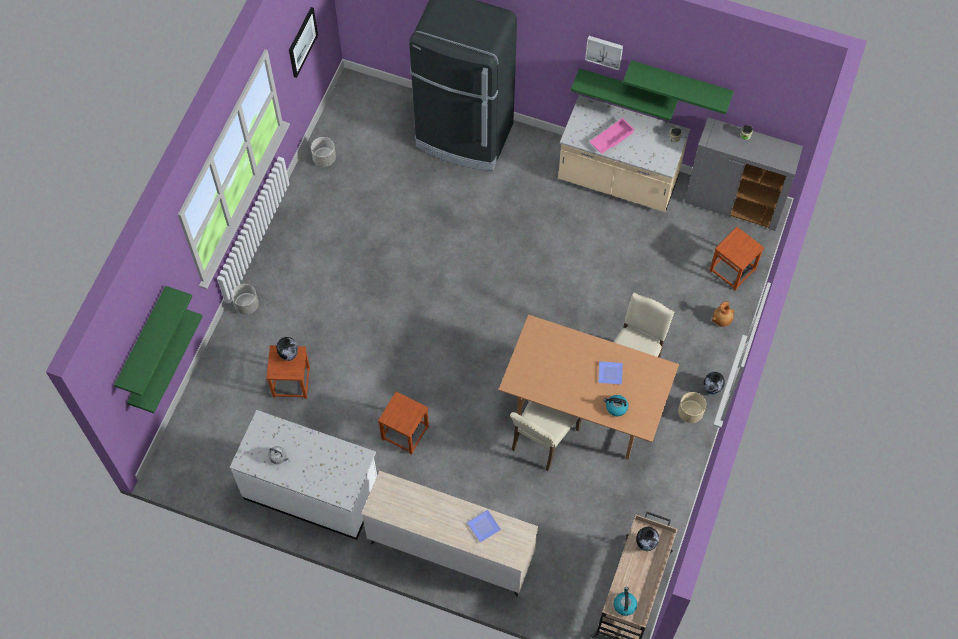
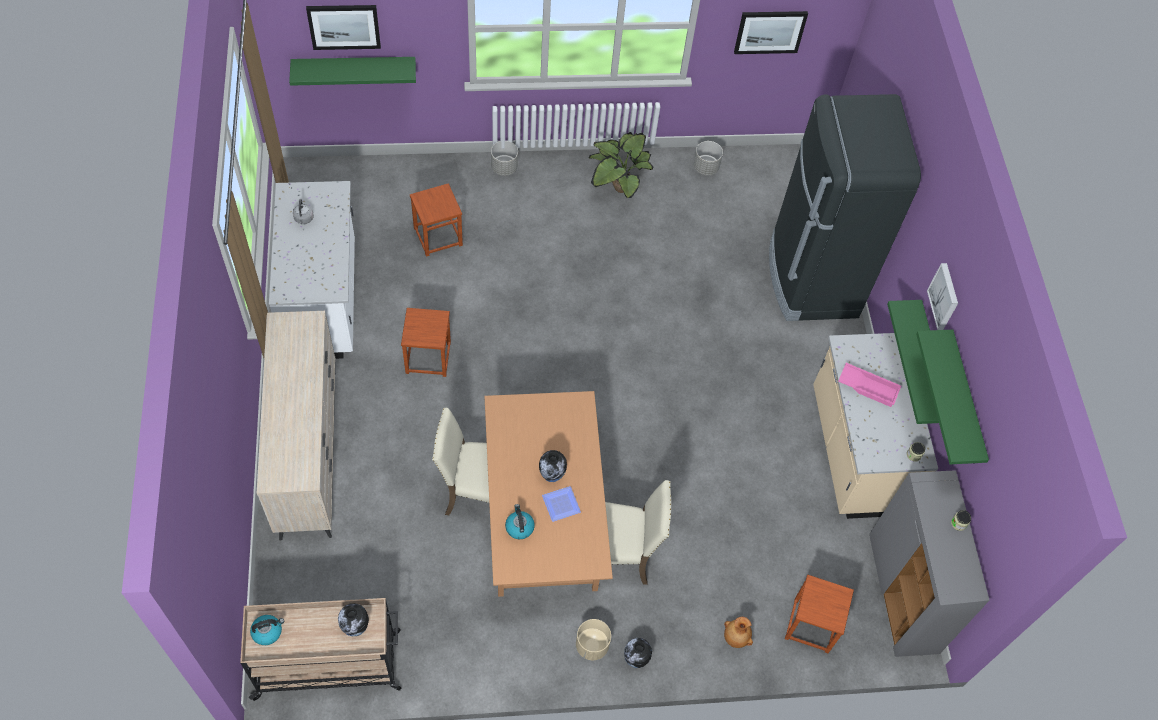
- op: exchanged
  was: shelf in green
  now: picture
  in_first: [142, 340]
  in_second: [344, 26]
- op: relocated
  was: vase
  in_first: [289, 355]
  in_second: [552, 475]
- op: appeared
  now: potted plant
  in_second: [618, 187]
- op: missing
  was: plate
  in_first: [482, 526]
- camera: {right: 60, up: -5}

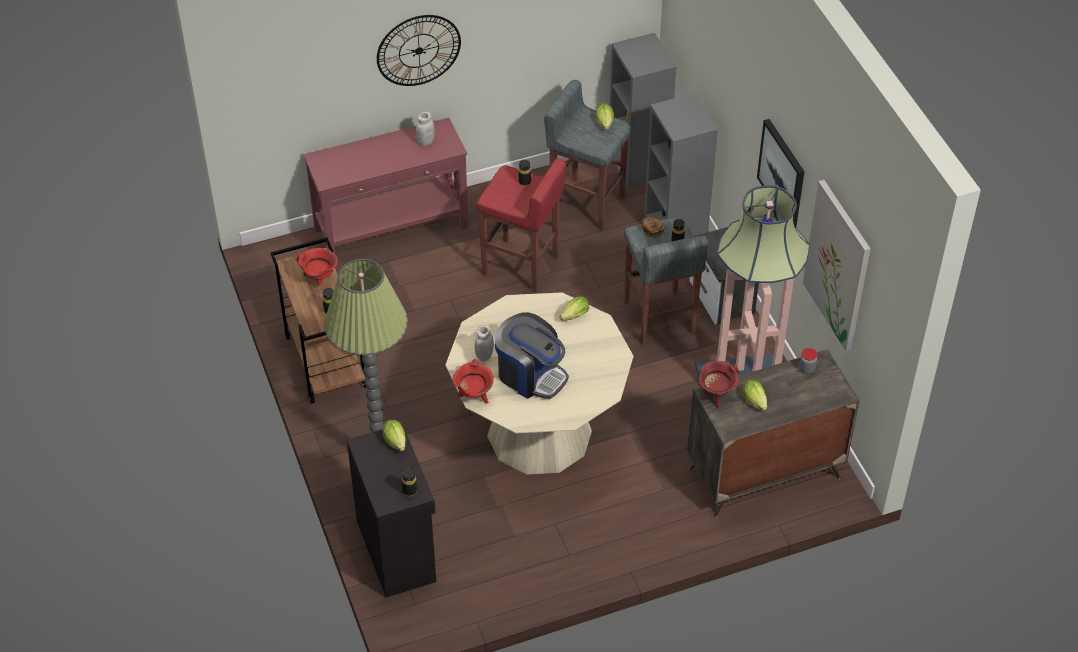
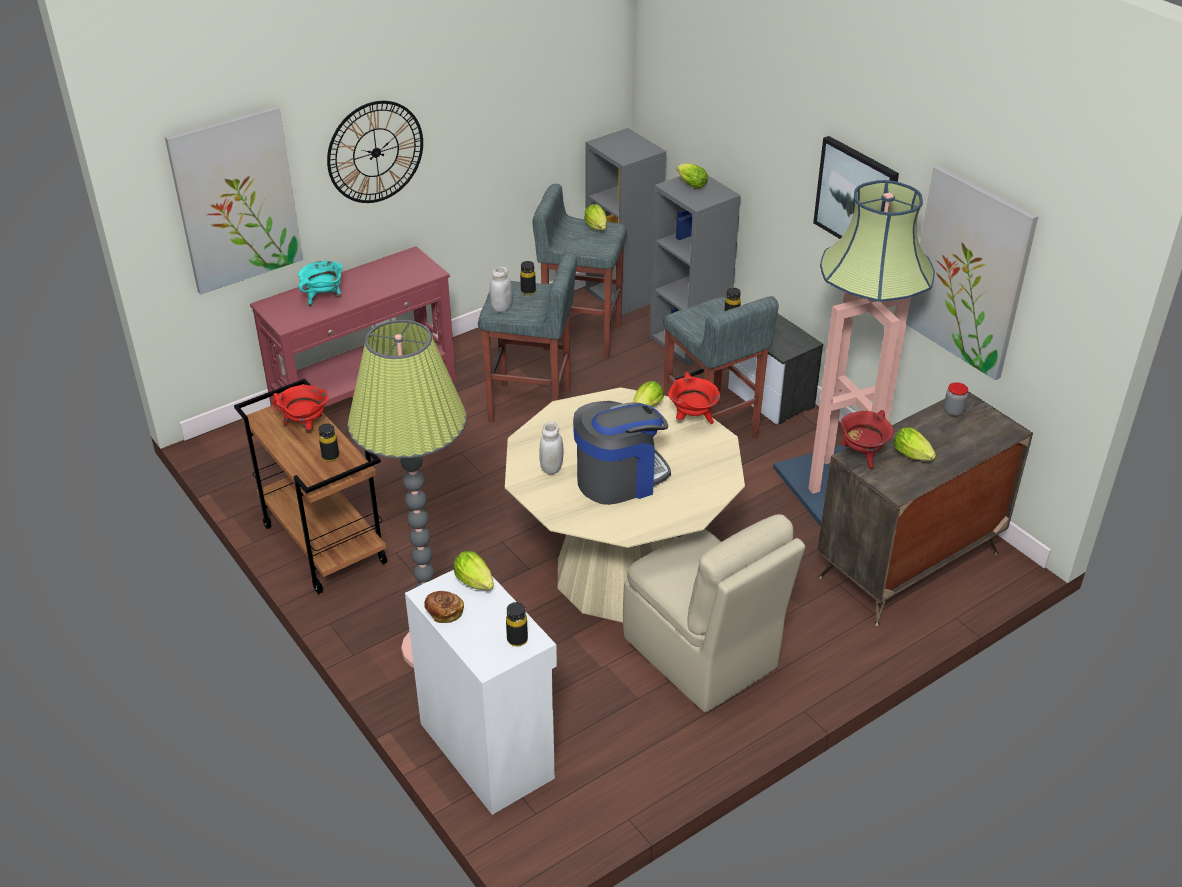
- op: appeared
  now: picture
  in_second: [236, 200]
- op: appeared
  now: cooking pot in turquoise
  in_second: [324, 298]
- op: colour
  was: cabinet in black
  now: cabinet in white
  in_first: [397, 550]
  in_second: [488, 748]
- op: relocated
  was: bread
  in_first: [652, 230]
  in_second: [444, 612]
- op: colour
  was: stool in red
  now: stool in grey
  in_first: [521, 267]
  in_second: [531, 406]
- op: relocated
  was: jar in white
  in_first: [425, 141]
  in_second: [501, 308]
- op: spun
  was: coffee machine
  in_first: [530, 375]
  in_second: [619, 478]
  clockwise: -45
- op: appeared
  now: chair in beige
  in_second: [702, 655]
- op: relocated
  was: cooking pot in red
  in_first: [474, 395]
  in_second: [692, 419]
- op: appeared
  now: lettuce
  in_second: [690, 184]
- camera: {right: -15, up: -10}

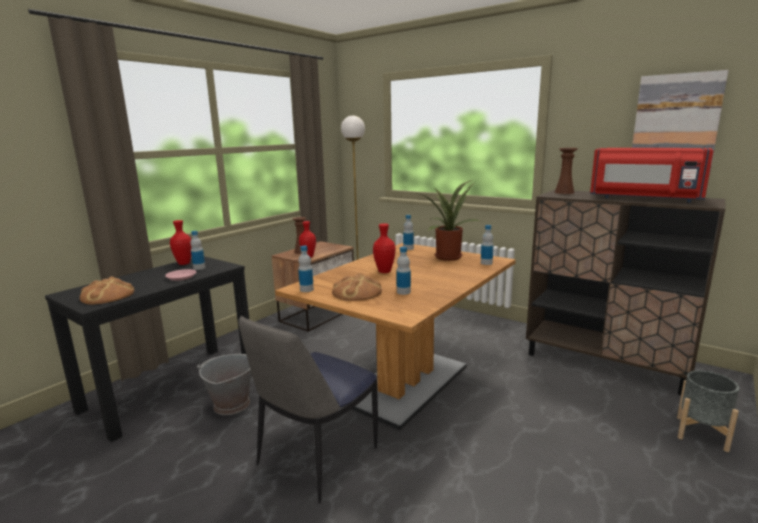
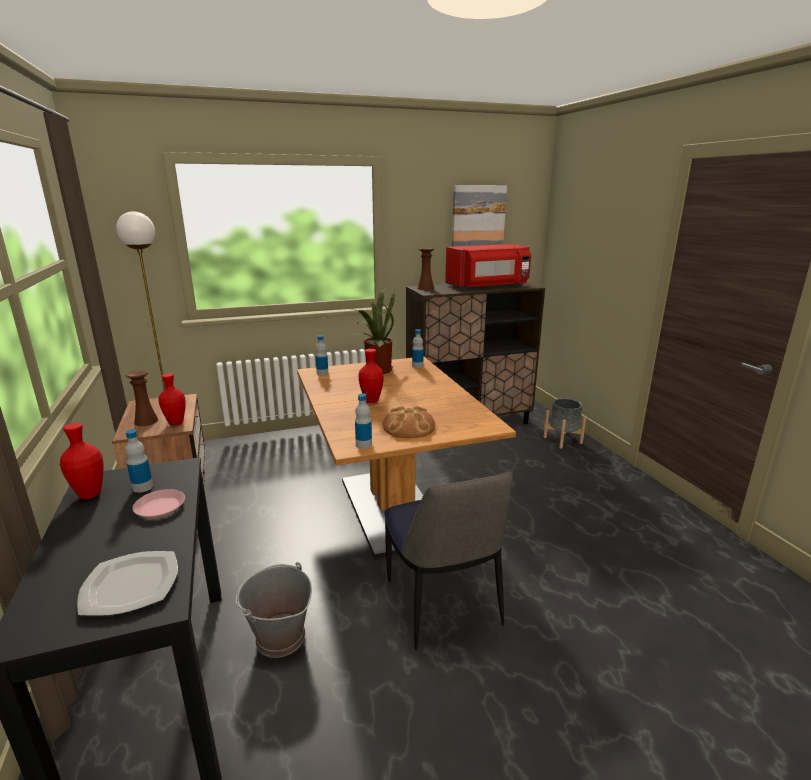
- op: exchanged
  was: bread
  now: plate
  in_first: [108, 295]
  in_second: [132, 584]
- op: missing
  was: bottle
  in_first: [403, 292]
- camera: {right: -55, up: 5}

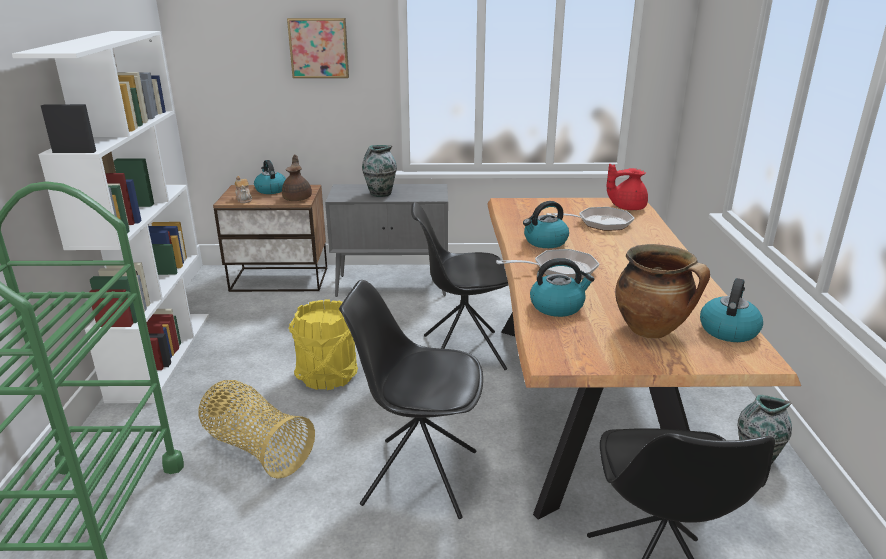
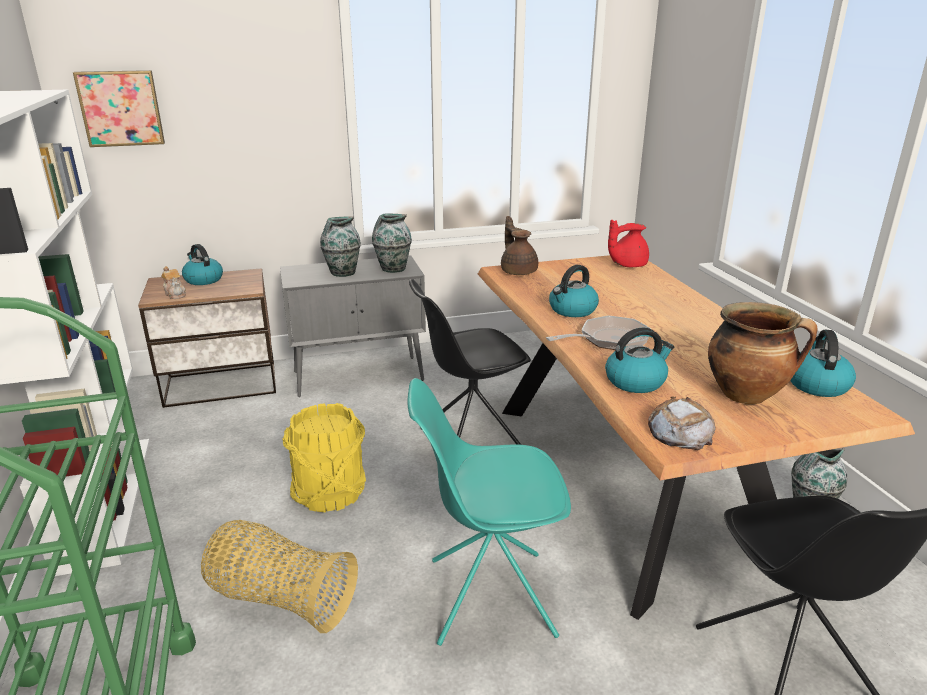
- op: relocated
  was: picture
  in_first: [319, 48]
  in_second: [121, 108]
- op: appeared
  now: vase
  in_second: [392, 269]
- op: colour
  was: chair in black
  now: chair in turquoise
  in_first: [418, 476]
  in_second: [488, 596]
- op: relocated
  was: teapot in brown
  in_first: [298, 198]
  in_second: [518, 271]
- op: appeared
  now: bread
  in_second: [679, 431]
- op: missing
  was: frying pan
  in_first: [600, 223]
- camera: {right: -15, up: 0}

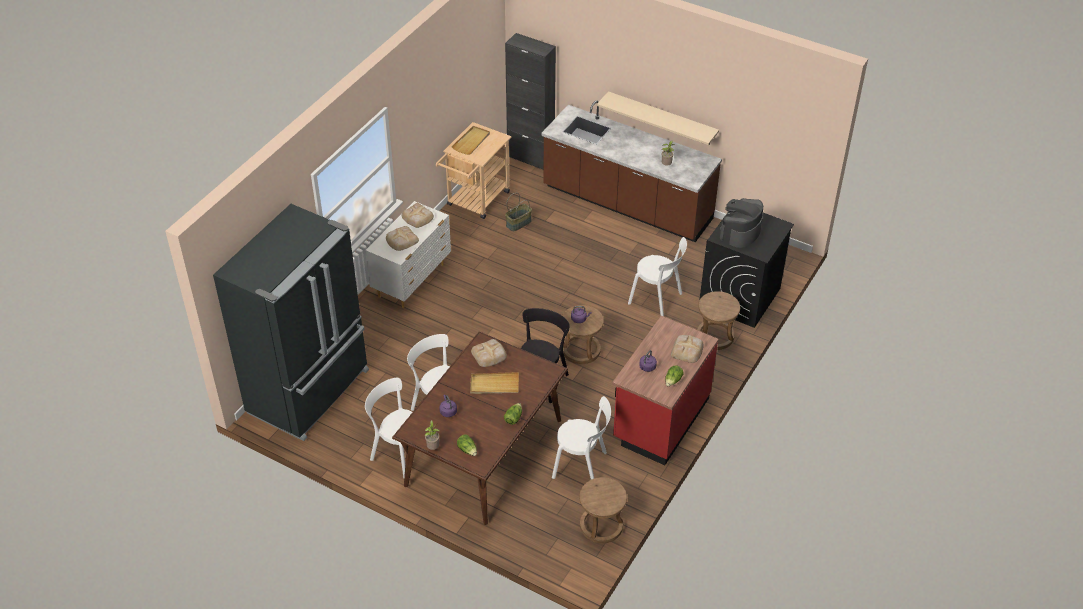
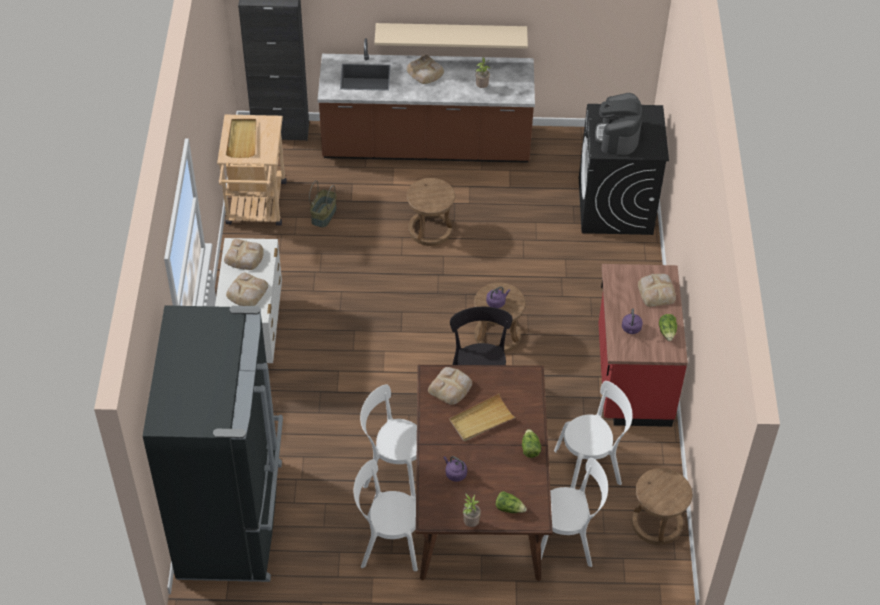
- op: appeared
  now: bread
  in_second: [425, 72]
- op: relocated
  was: stool in brown
  in_first: [715, 336]
  in_second: [430, 230]
- op: relocated
  was: chair in white
  in_first: [657, 299]
  in_second: [567, 540]
- camera: {right: -30, up: 5}

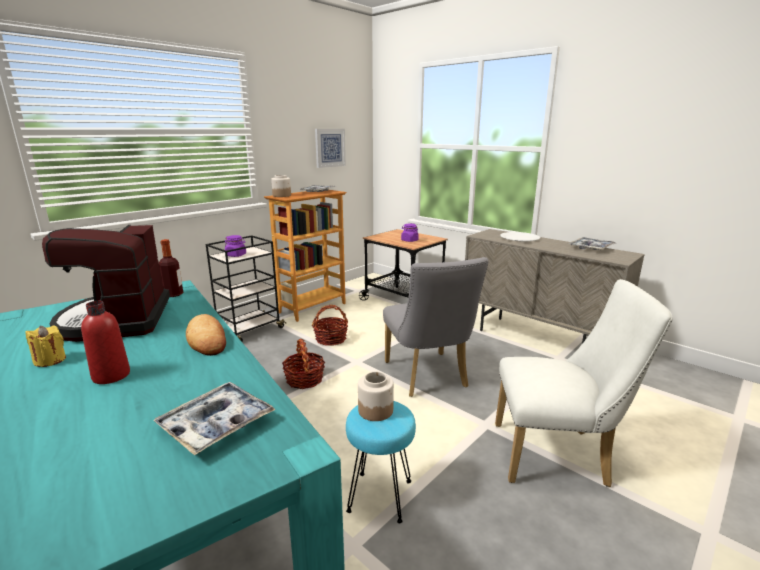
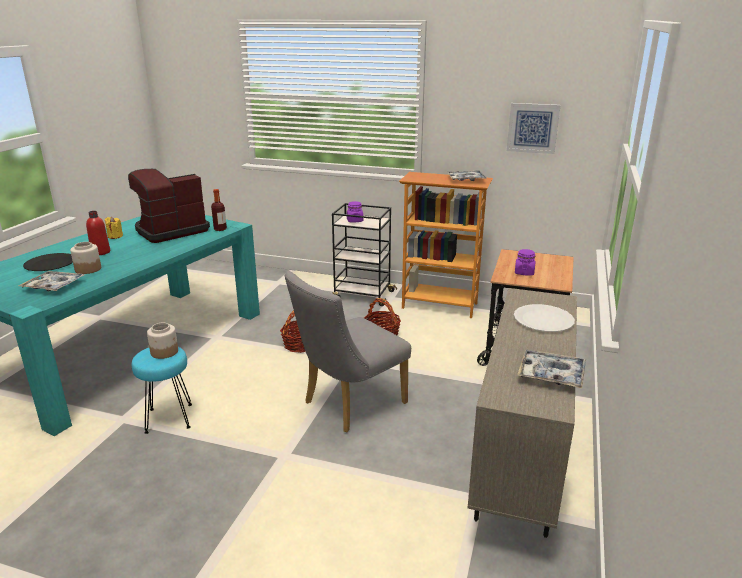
- op: appeared
  now: plate in black
  in_second: [50, 264]
- op: relocated
  was: jar
  in_first: [281, 195]
  in_second: [88, 269]
- op: missing
  was: bread
  in_first: [207, 339]
- op: missing
  was: chair in white
  in_first: [558, 455]
- camera: {right: 65, up: 5}

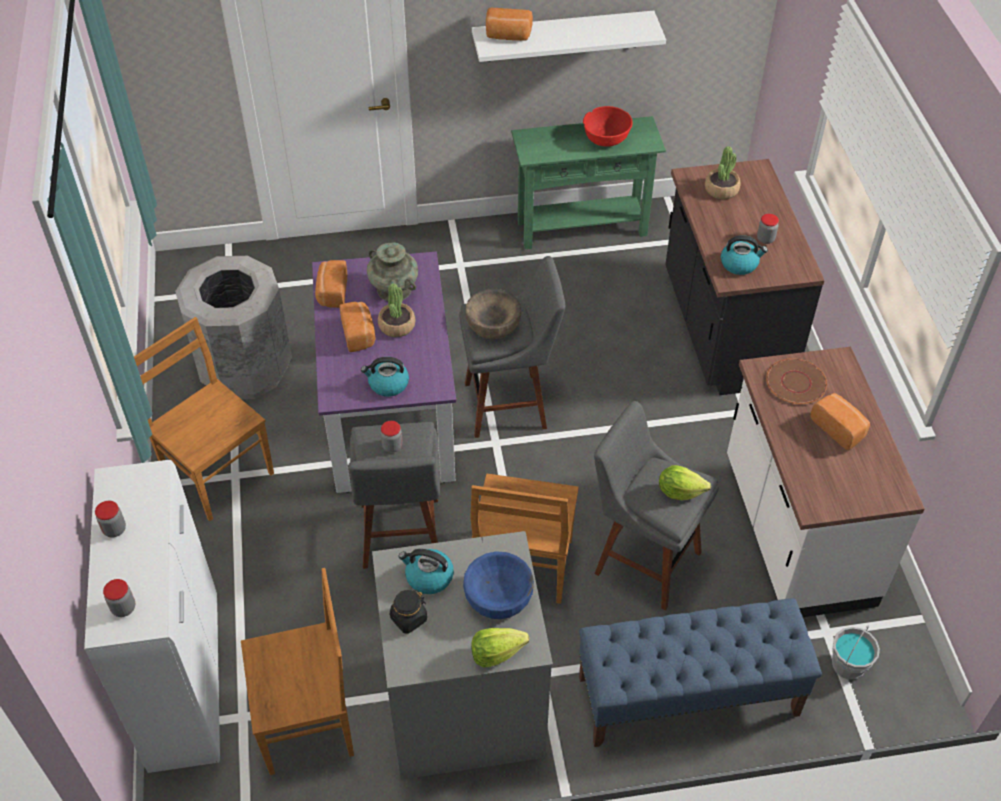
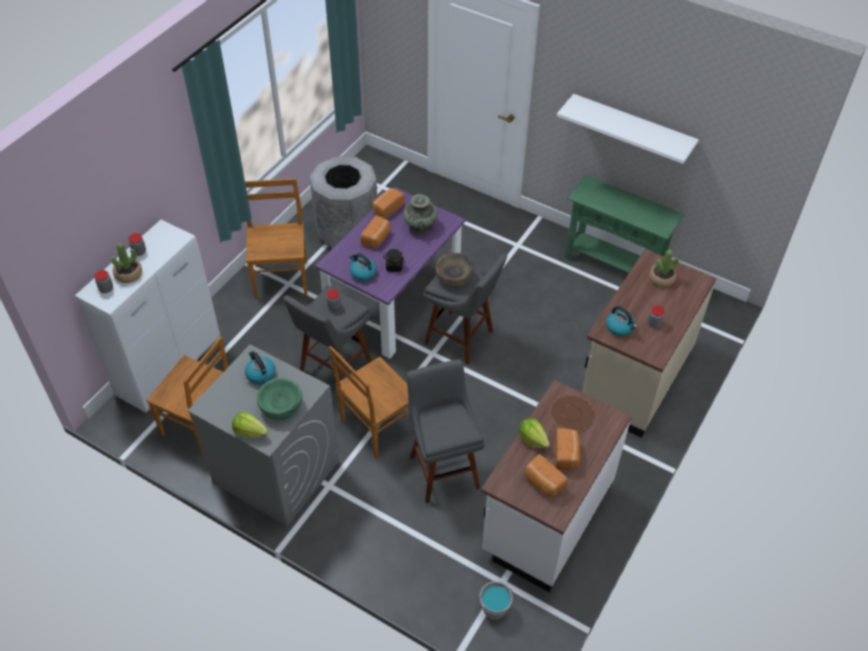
- op: relocated
  was: potted plant
  in_first: [397, 325]
  in_second: [128, 274]
- op: colour
  was: bowl in blue
  now: bowl in green
  in_first: [498, 596]
  in_second: [281, 406]
- op: relocated
  was: jar in black
  in_first: [408, 619]
  in_second: [394, 266]
- op: relocated
  was: lettuce
  in_first: [679, 491]
  in_second: [532, 439]
- op: relocated
  was: bread
  in_first: [508, 36]
  in_second: [543, 483]
- op: colour
  was: counter in black
  now: counter in beige
  in_first: [723, 330]
  in_second: [634, 377]
- op: missing
  was: bench in blue
  in_first: [687, 696]
- op: missing
  was: bowl in red
  in_first: [606, 139]
- camera: {right: 40, up: 0}

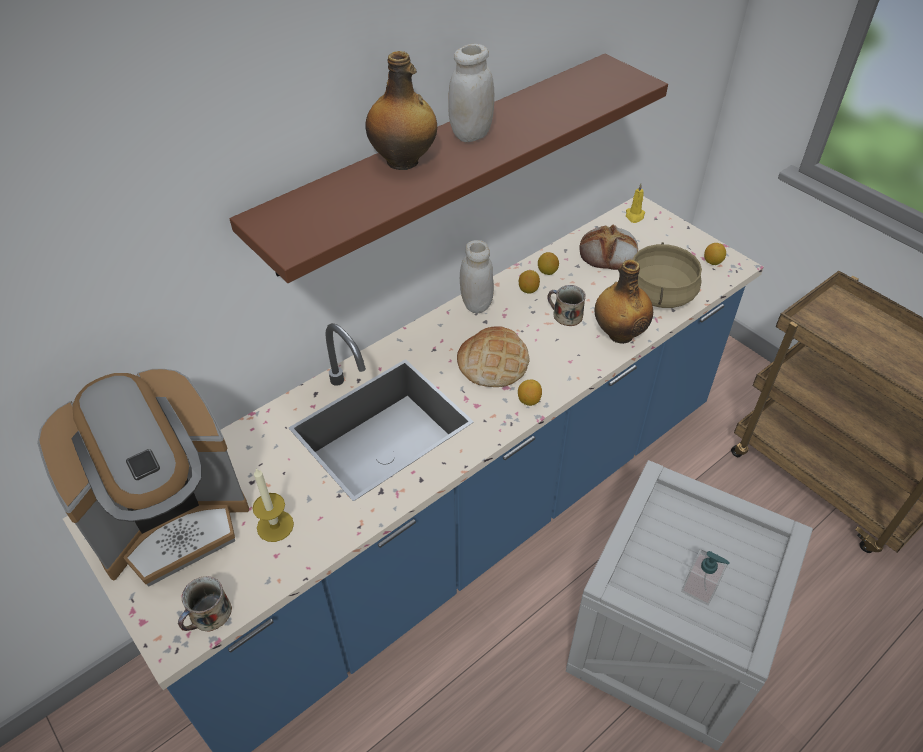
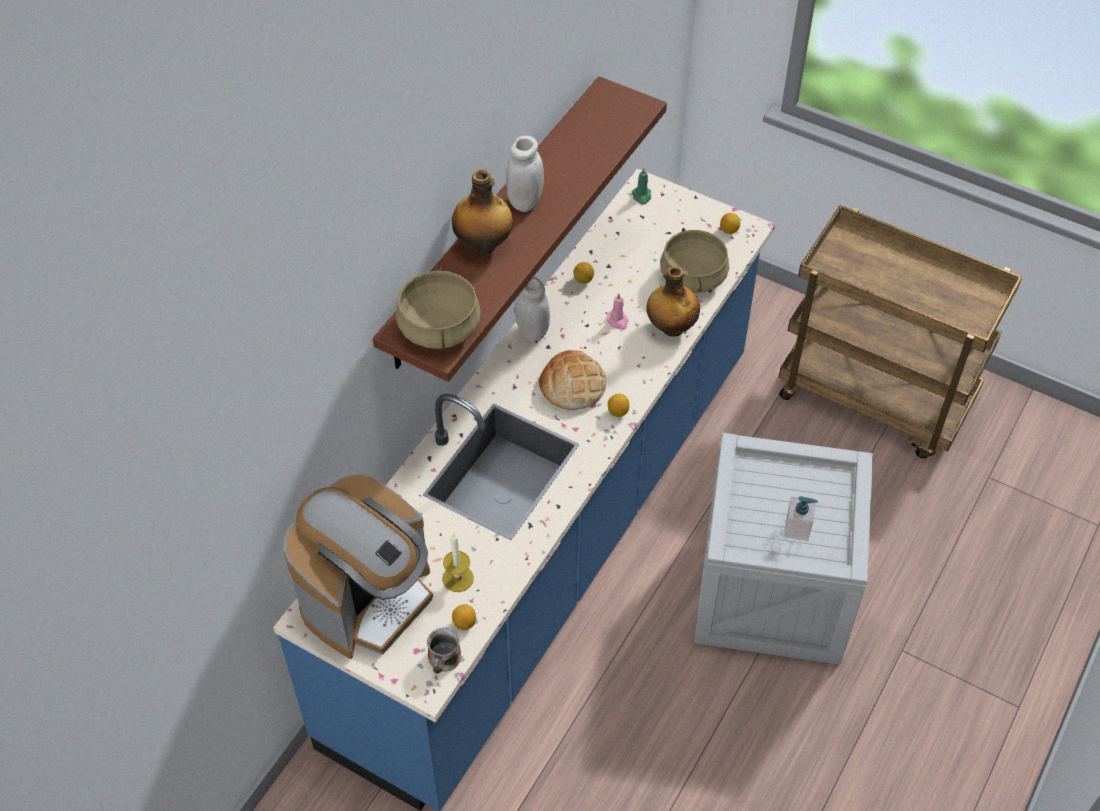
- op: appeared
  now: cooking pot in beige
  in_second: [440, 328]
- op: relocated
  was: lemon
  in_first: [528, 290]
  in_second: [464, 623]
- op: exchanged
  was: mug
  now: candle in pink
  in_first: [566, 315]
  in_second: [617, 321]
- op: colour
  was: candle in yellow
  now: candle in green
  in_first: [634, 216]
  in_second: [641, 196]
- op: missing
  was: bread
  in_first: [609, 253]
- camera: {right: -20, up: 5}

